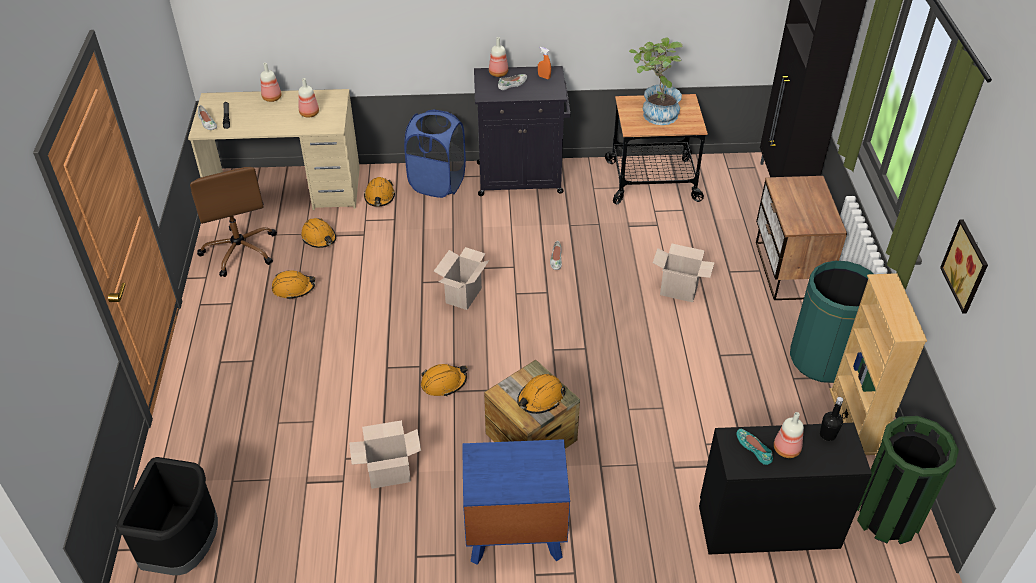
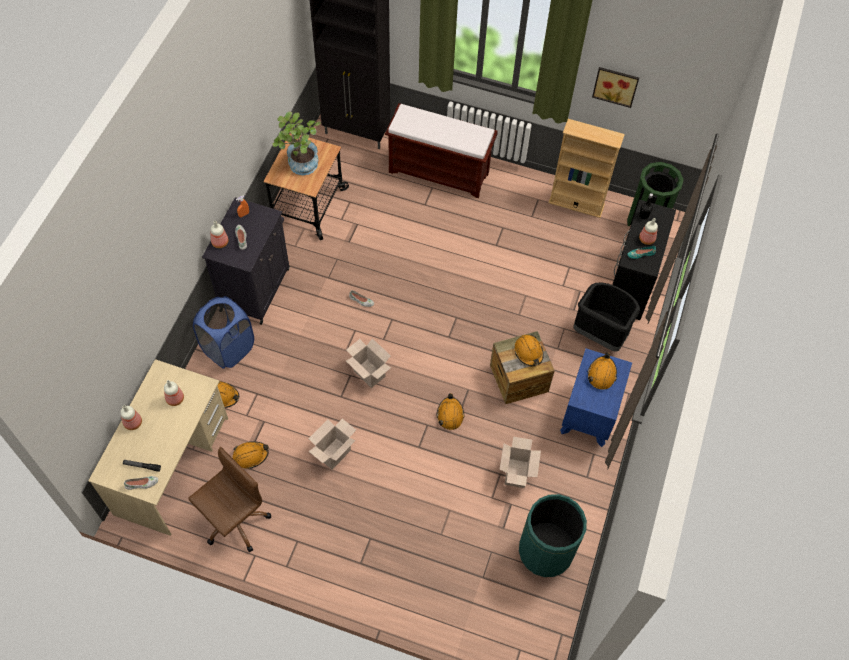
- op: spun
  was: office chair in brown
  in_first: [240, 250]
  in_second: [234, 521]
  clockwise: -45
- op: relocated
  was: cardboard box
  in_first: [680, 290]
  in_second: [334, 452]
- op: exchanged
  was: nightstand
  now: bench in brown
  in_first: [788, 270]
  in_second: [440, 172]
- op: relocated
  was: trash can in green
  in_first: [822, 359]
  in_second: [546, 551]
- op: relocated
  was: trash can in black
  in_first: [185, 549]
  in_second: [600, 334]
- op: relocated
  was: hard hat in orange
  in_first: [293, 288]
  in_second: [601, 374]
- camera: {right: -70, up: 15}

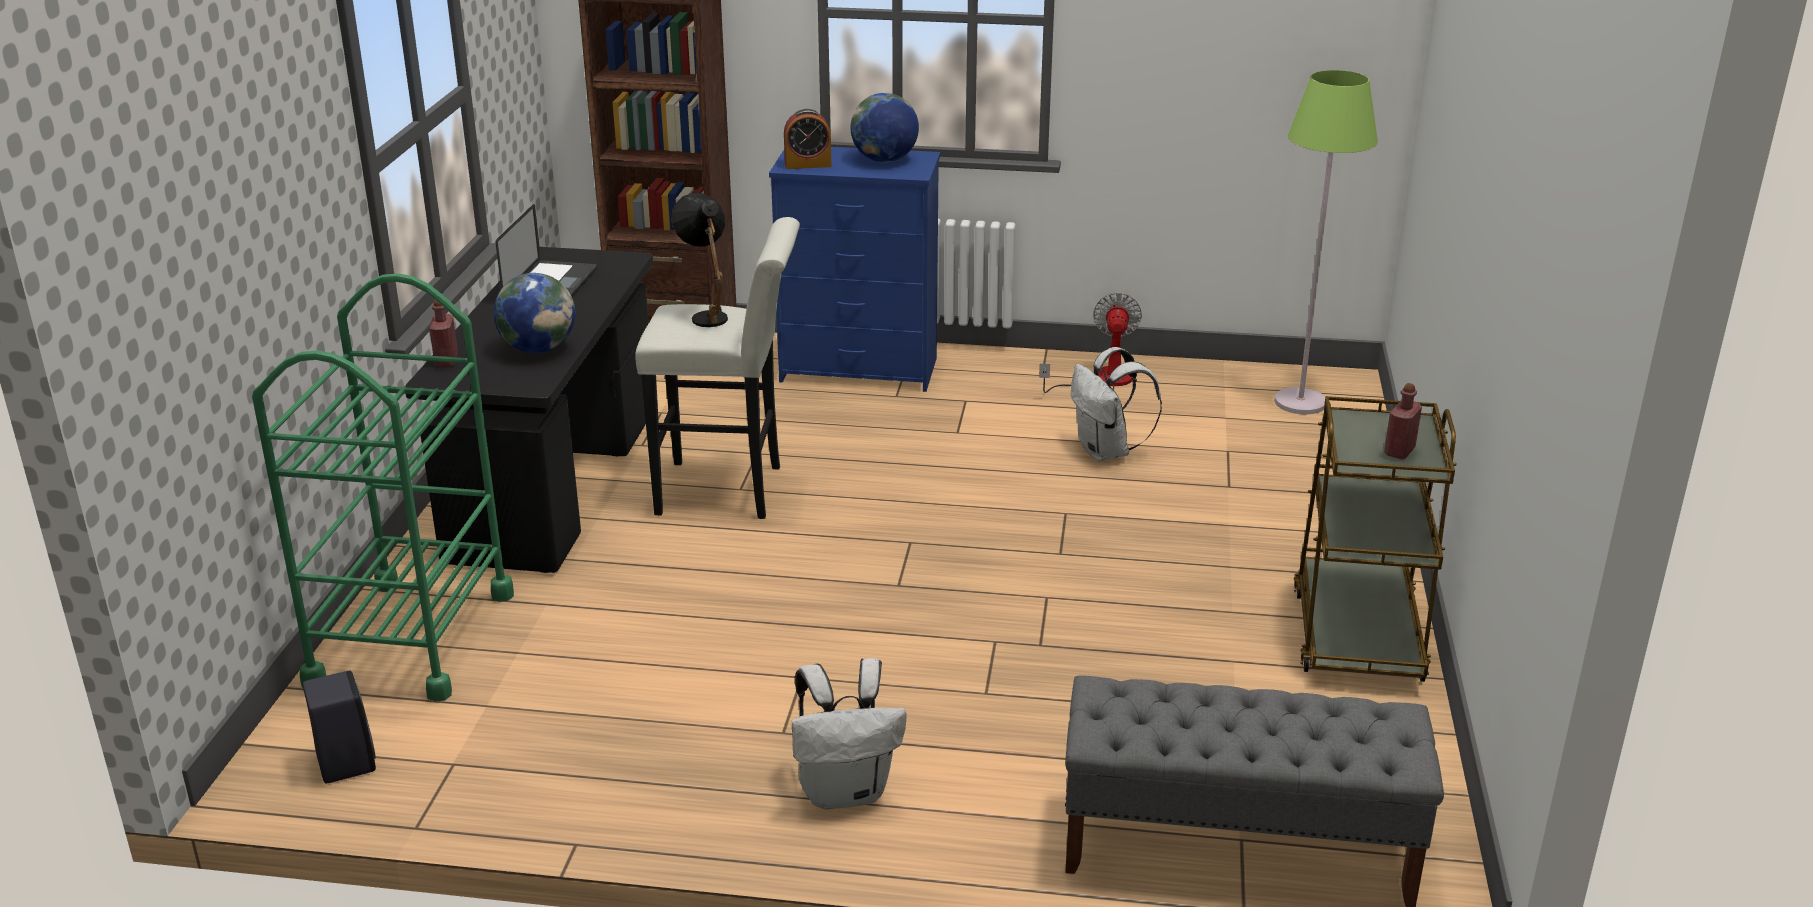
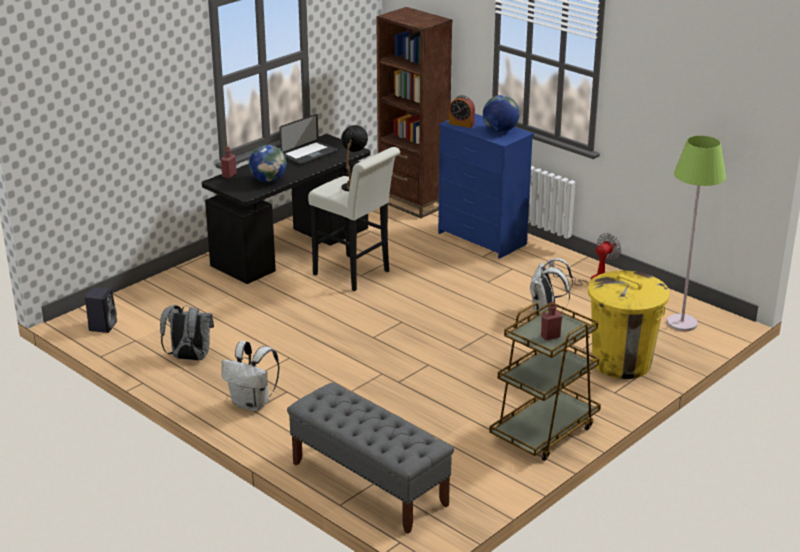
- op: appeared
  now: backpack in grey
  in_second: [189, 358]
- op: appeared
  now: trash can in yellow
  in_second: [621, 363]
- op: missing
  was: cart in green
  in_first: [411, 638]
- camera: {right: 35, up: 0}

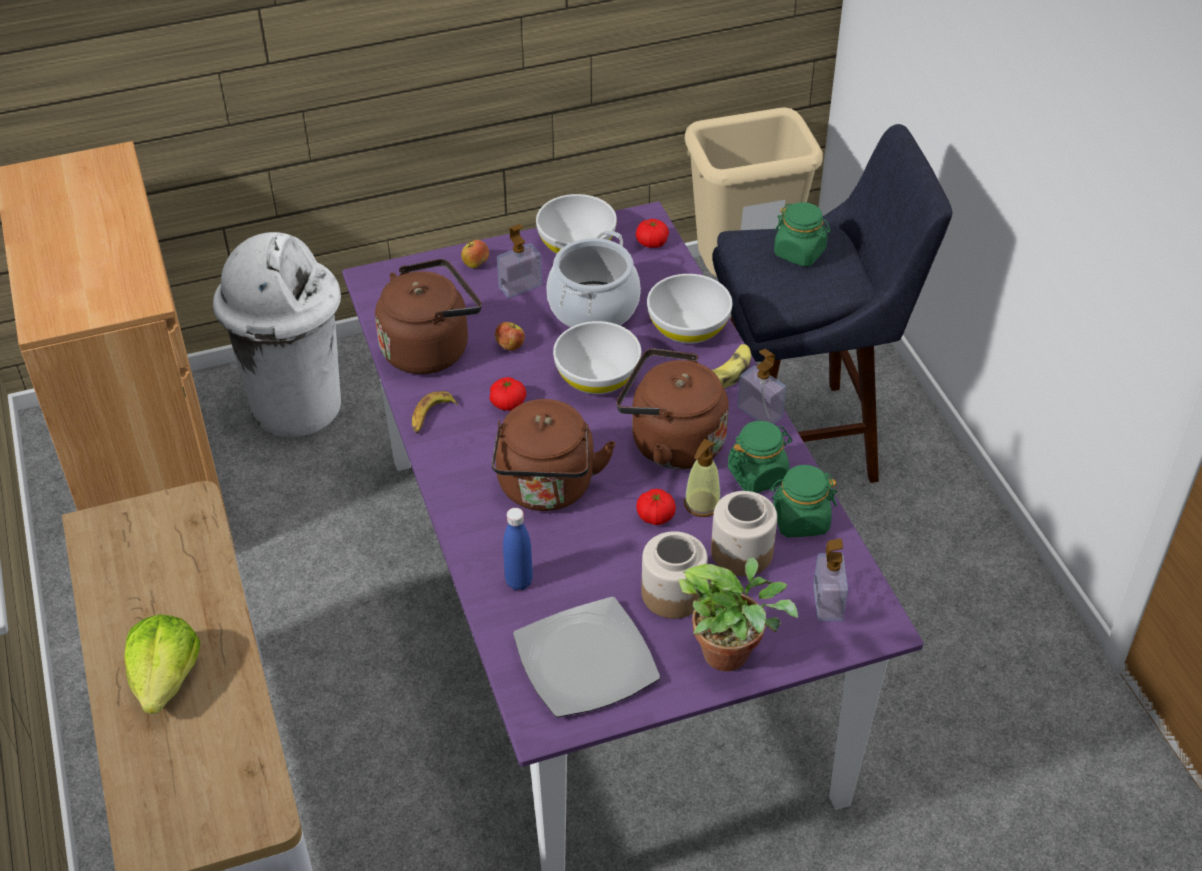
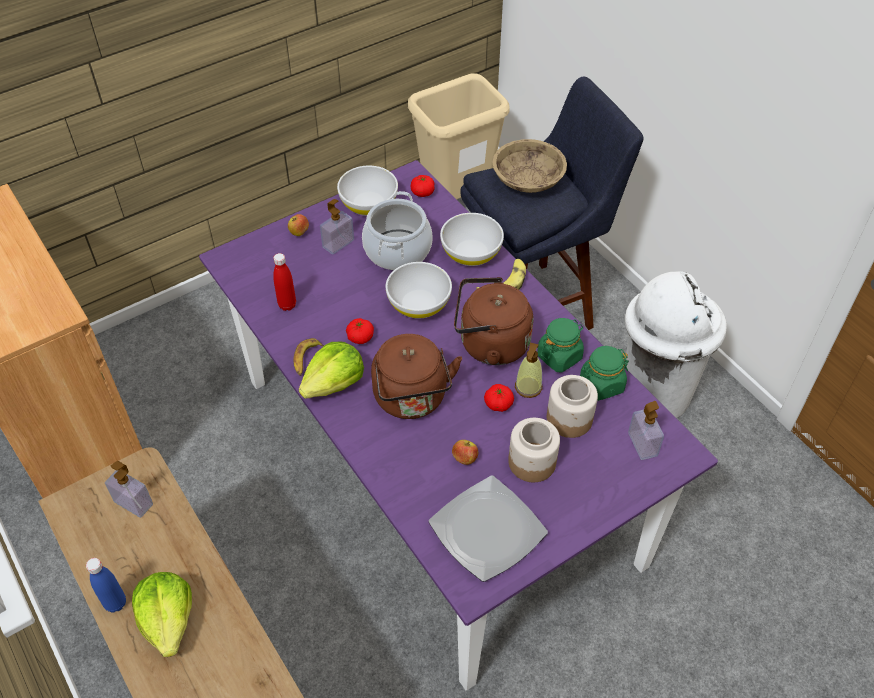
- op: relocated
  was: bottle in blue
  in_first: [519, 581]
  in_second: [115, 603]
- op: relocated
  was: soap dispenser
  in_first: [759, 412]
  in_second: [133, 503]
- op: exchanged
  was: kettle in brown
  now: bottle in red
  in_first: [430, 348]
  in_second: [287, 305]
- op: appeared
  now: lettuce
  in_second: [334, 384]
- op: relocated
  was: apple
  in_first: [510, 346]
  in_second: [464, 458]
- op: exchanged
  was: jar in green
  now: bowl in beige
  in_first: [800, 253]
  in_second: [527, 181]
- op: relocated
  was: trash can in white
  in_first: [297, 405]
  in_second: [655, 393]
- op: missing
  was: potted plant
  in_first: [732, 654]
- camera: {right: -15, up: 5}

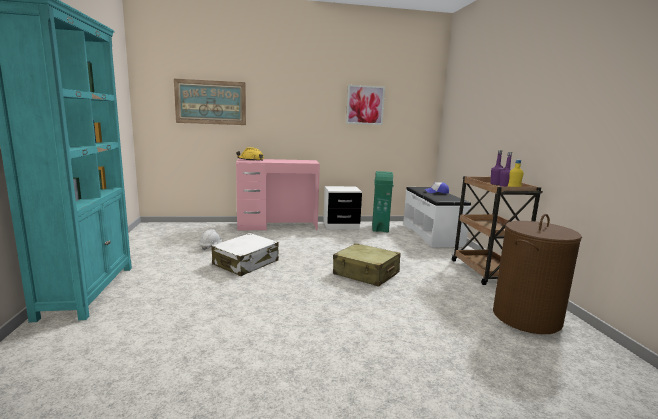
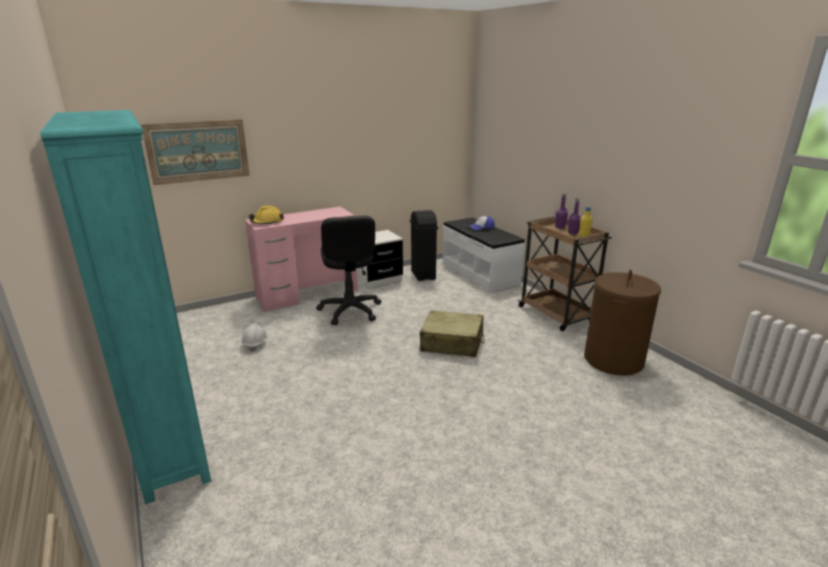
- op: appeared
  now: office chair in black
  in_second: [350, 311]
- op: colour
  was: trash can in green
  now: trash can in black
  in_first: [380, 228]
  in_second: [423, 274]
- op: missing
  was: suitcase in white
  in_first: [246, 263]
- op: missing
  was: picture
  in_first: [365, 105]
- camera: {right: -20, up: 10}

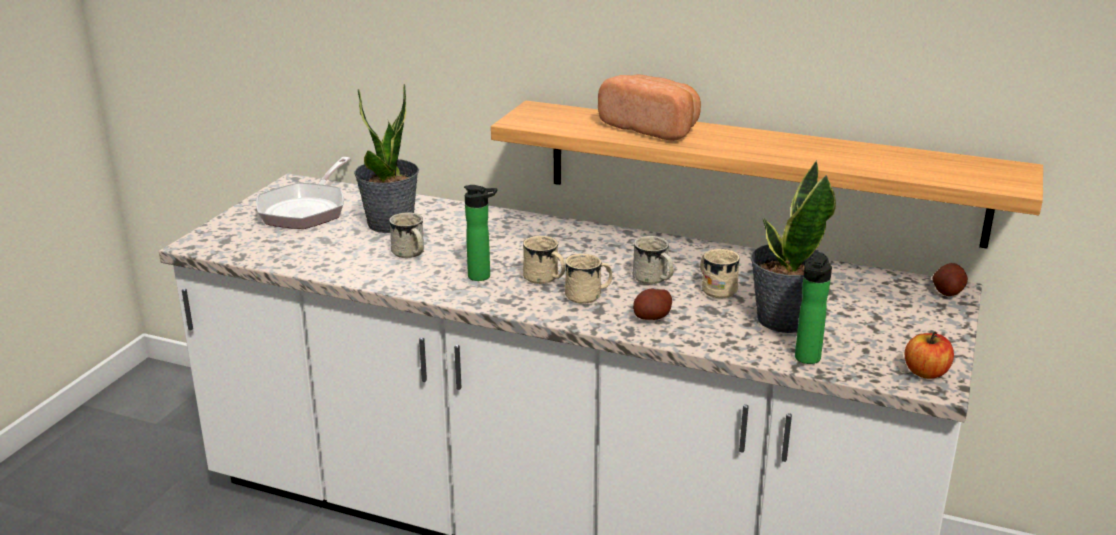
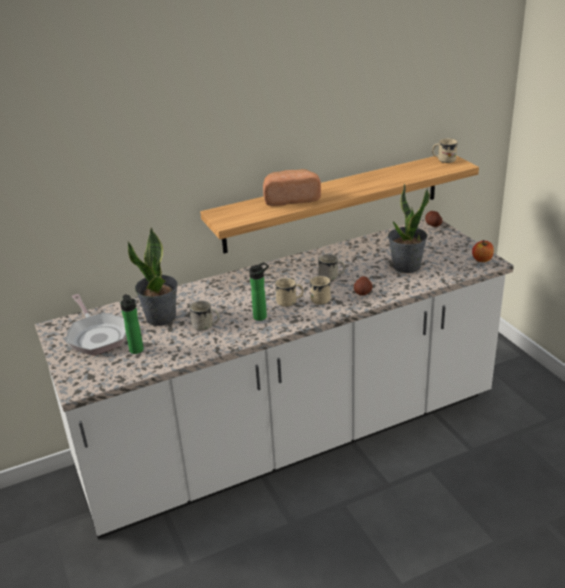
- op: relocated
  was: bottle
  in_first: [806, 360]
  in_second: [137, 351]
- op: relocated
  was: mug in beige
  in_first: [715, 288]
  in_second: [443, 160]
- camera: {right: -45, up: 5}

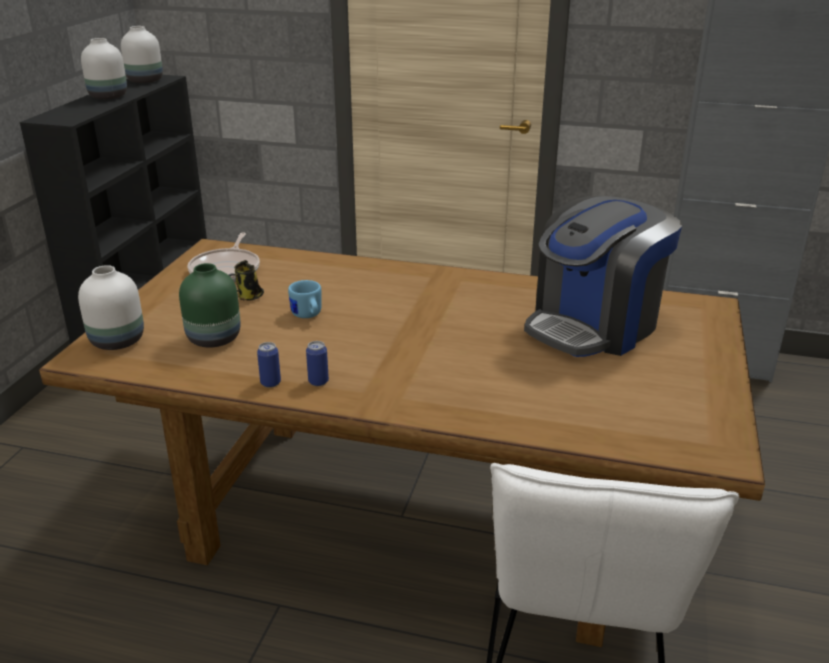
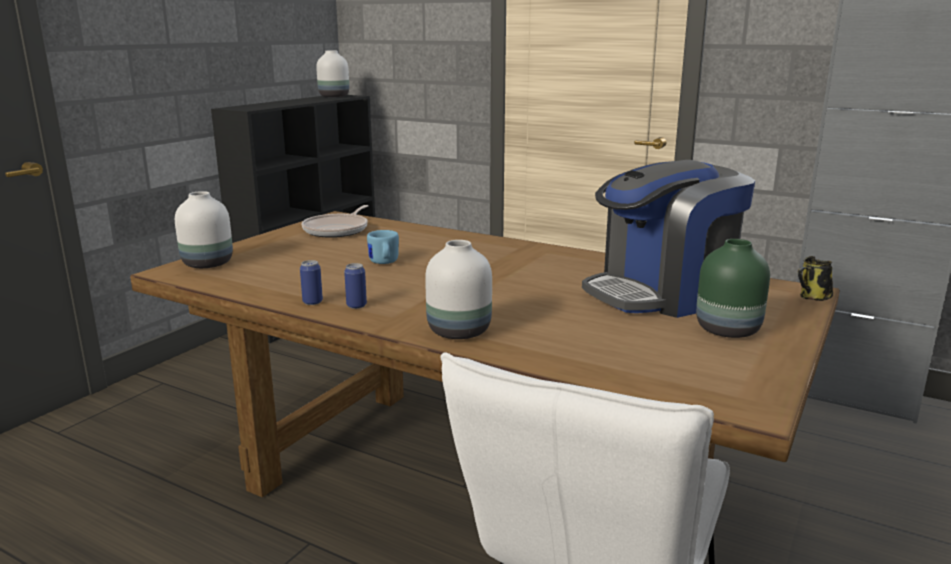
- op: relocated
  was: vase in white
  in_first: [108, 97]
  in_second: [458, 332]
- op: relocated
  was: vase in green
  in_first: [215, 338]
  in_second: [728, 329]
- op: relocated
  was: mug
  in_first: [248, 297]
  in_second: [812, 298]
- camera: {right: 15, up: -10}

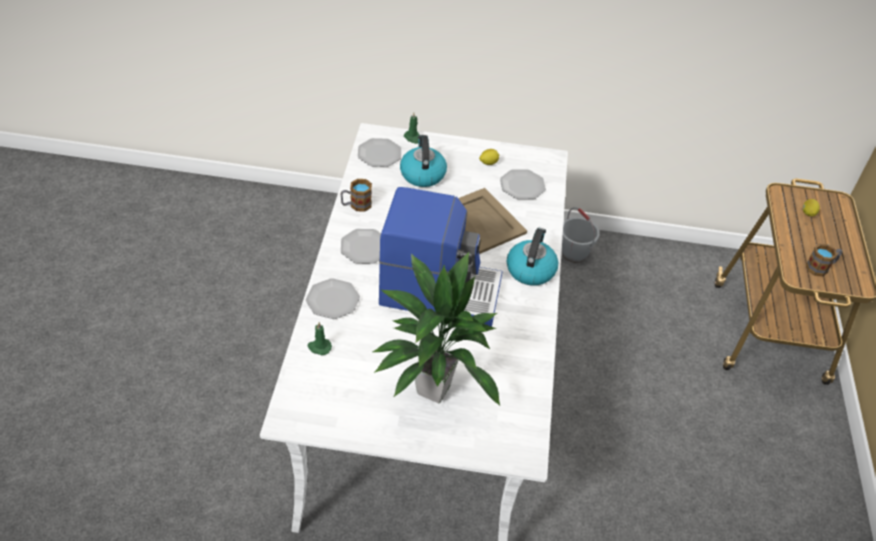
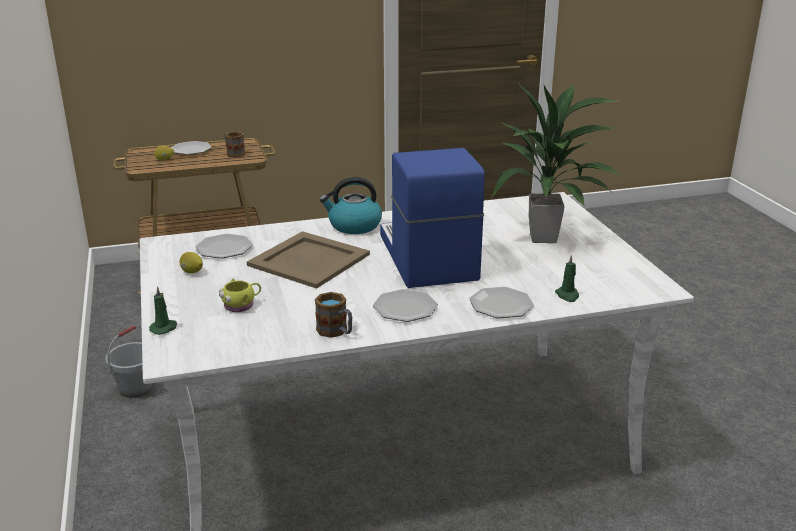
- op: relocated
  was: plate
  in_first: [380, 154]
  in_second: [191, 149]
- op: exchanged
  was: kettle
  now: mug in yellow
  in_first: [422, 174]
  in_second: [241, 305]
- camera: {right: -110, up: -20}

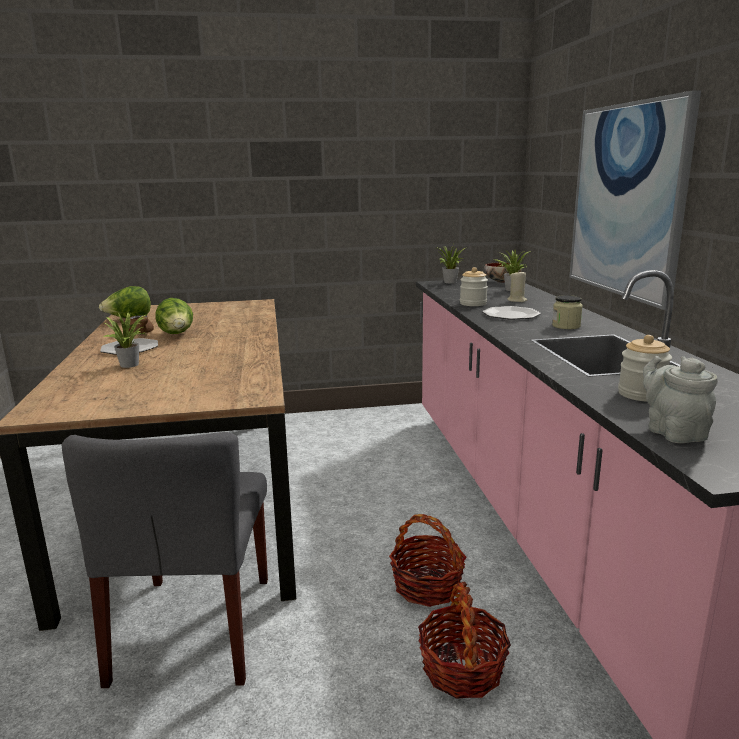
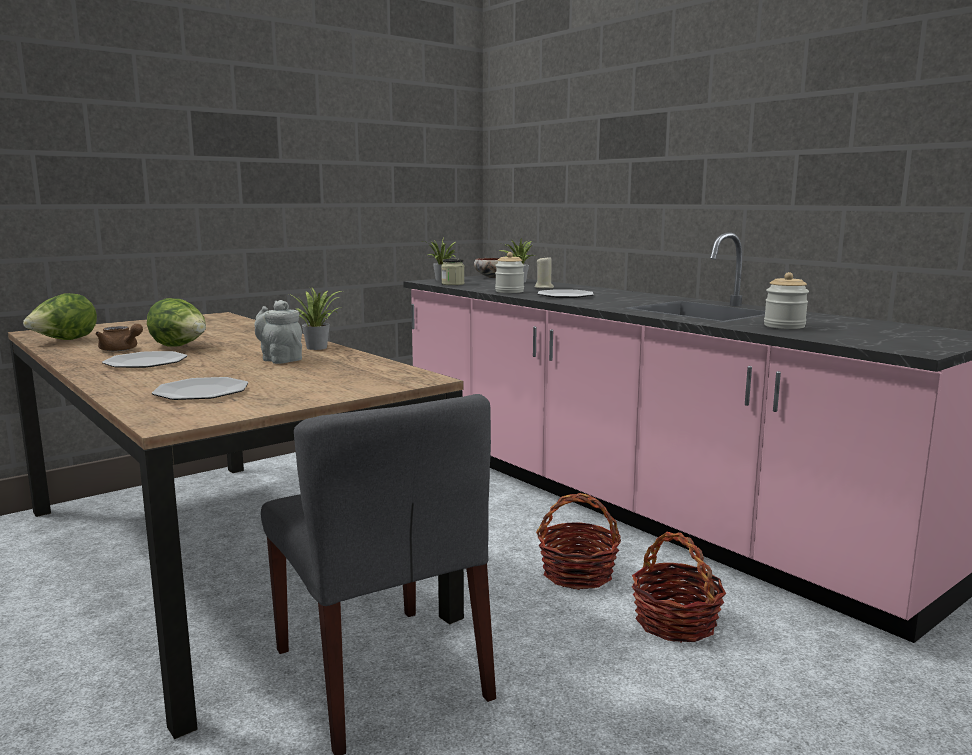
- op: appeared
  now: plate
  in_second: [202, 392]
- op: relocated
  was: teapot in grey
  in_first: [672, 432]
  in_second: [280, 359]
- op: relocated
  was: potted plant
  in_first: [132, 364]
  in_second: [319, 347]
- op: relocated
  was: jar
  in_first: [566, 326]
  in_second: [452, 284]
- op: missing
  was: picture
  in_first: [626, 200]
- camera: {right: -30, up: -5}

